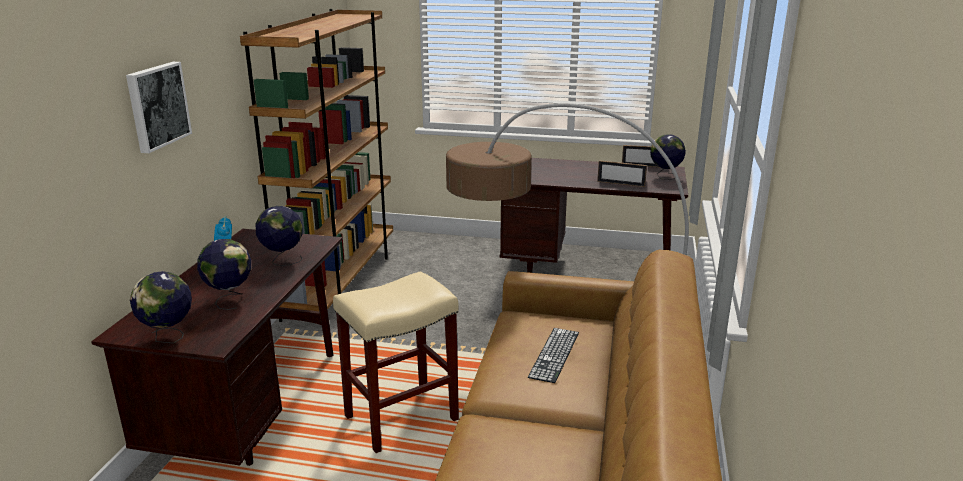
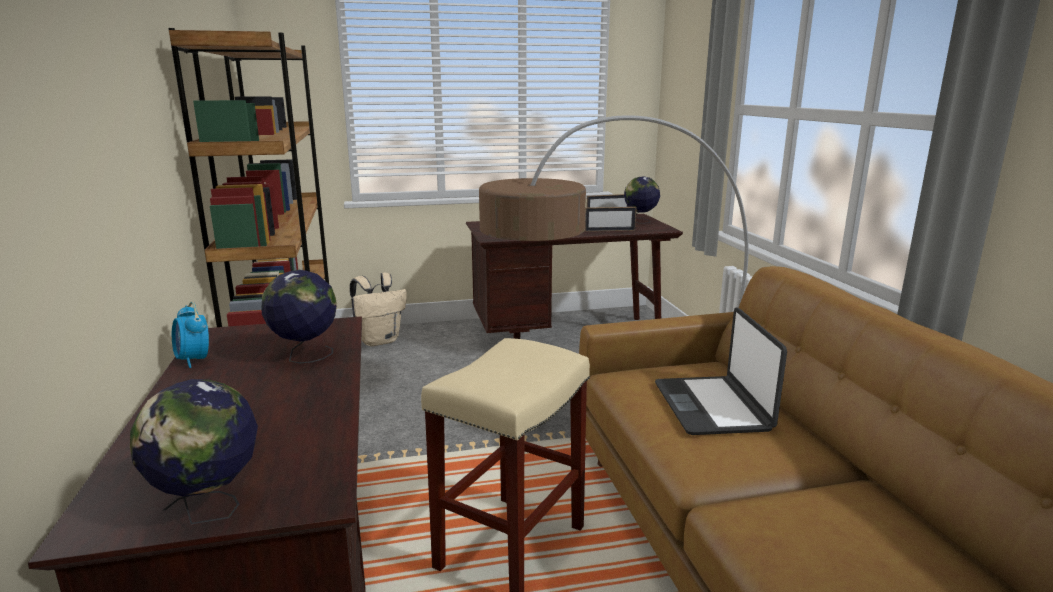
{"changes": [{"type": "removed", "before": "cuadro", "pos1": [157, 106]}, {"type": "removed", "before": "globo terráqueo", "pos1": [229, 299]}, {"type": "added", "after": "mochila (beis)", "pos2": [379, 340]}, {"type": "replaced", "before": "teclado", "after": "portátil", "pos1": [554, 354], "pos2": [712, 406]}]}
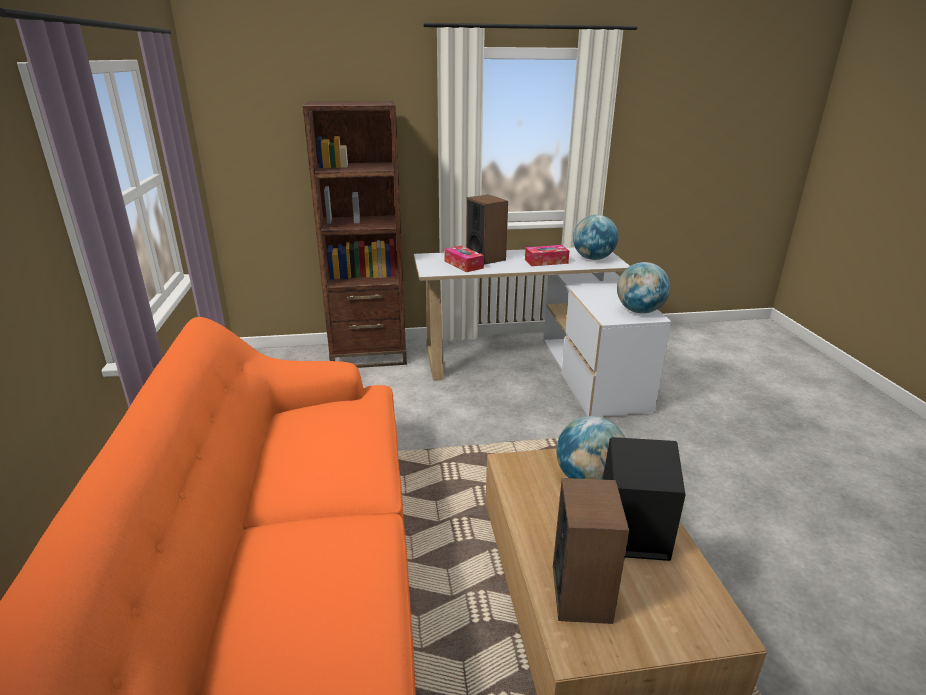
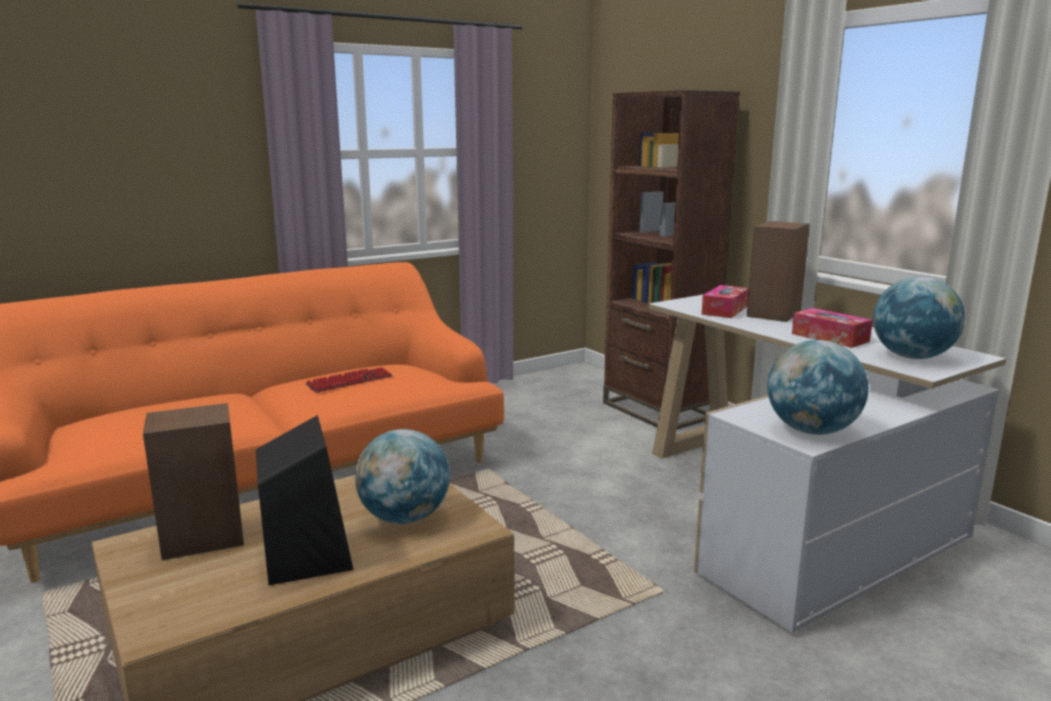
{"changes": [{"type": "added", "after": "teclado", "pos2": [350, 381]}]}
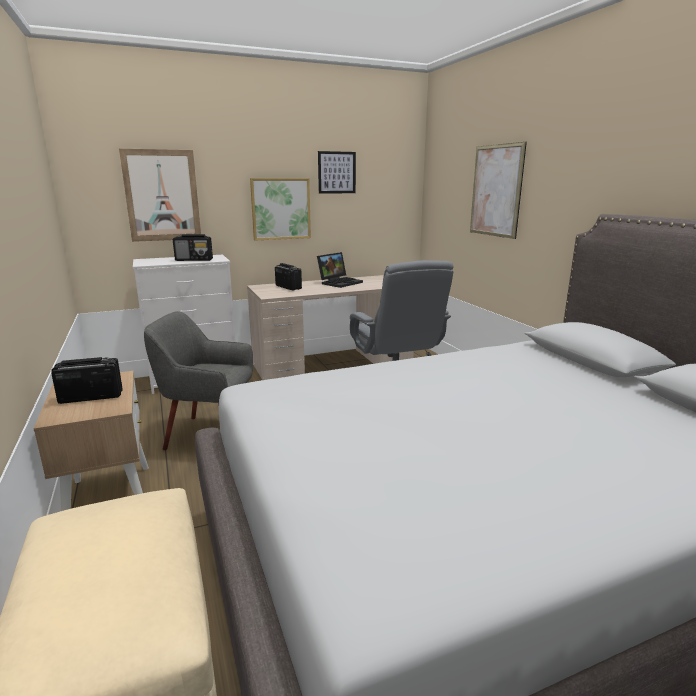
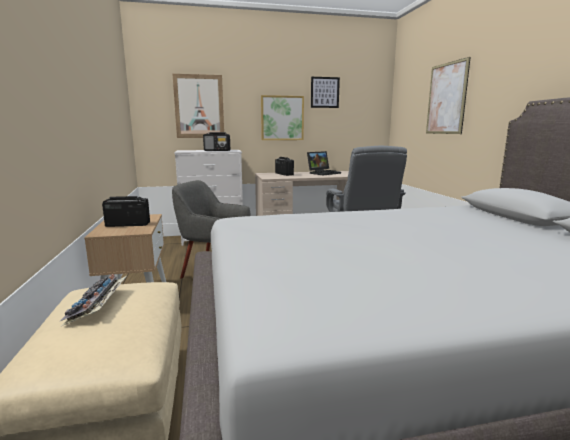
{"changes": [{"type": "added", "after": "teclado", "pos2": [98, 306]}]}
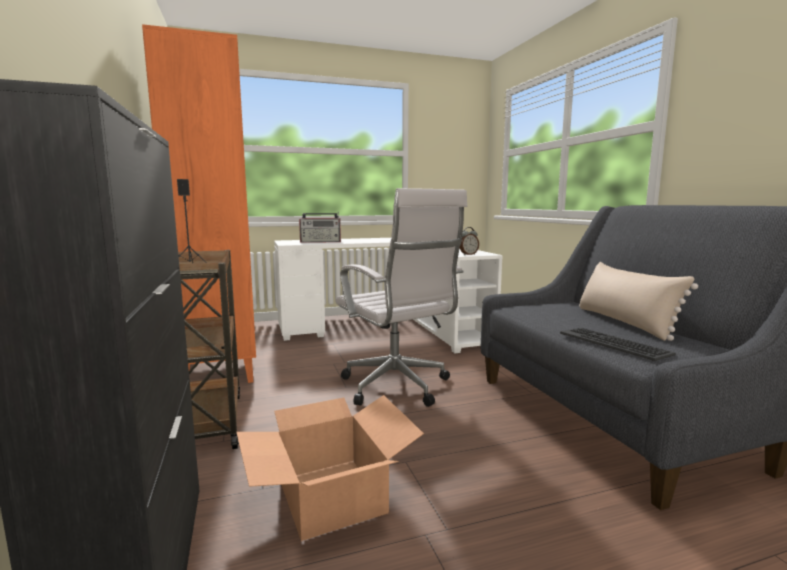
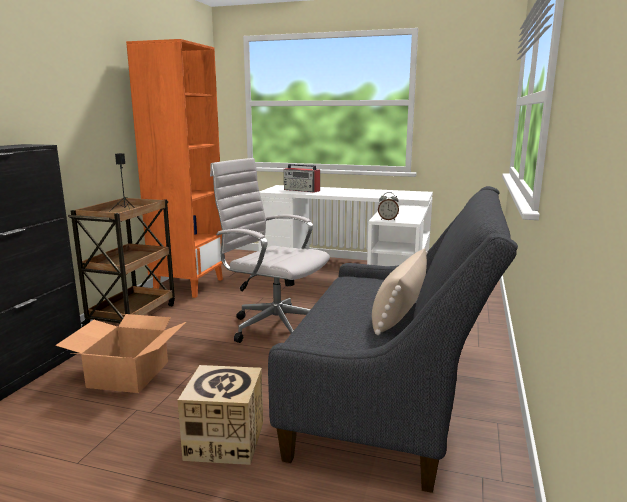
{"changes": [{"type": "removed", "before": "teclado", "pos1": [614, 344]}, {"type": "added", "after": "caja de cartón", "pos2": [225, 440]}, {"type": "turned", "before": "silla de oficina (blanco)", "pos1": [398, 387], "pos2": [273, 327], "turn": 120}]}
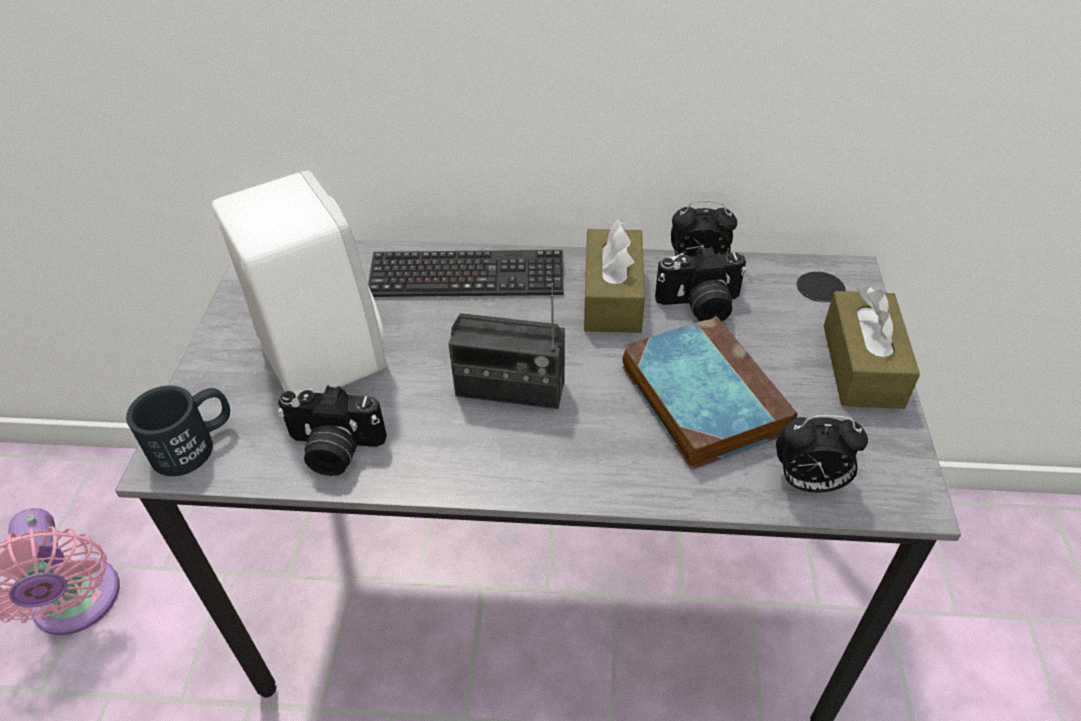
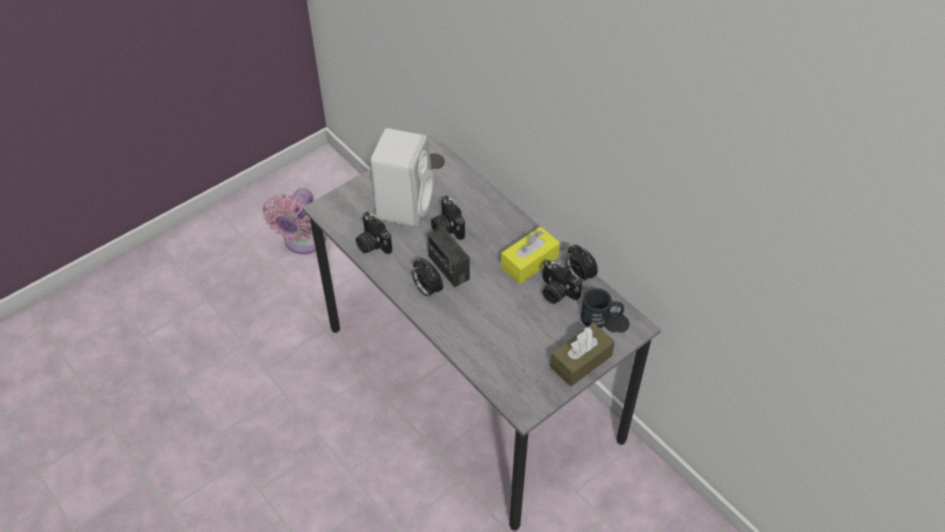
{"changes": [{"type": "removed", "before": "teclado", "pos1": [467, 277]}, {"type": "removed", "before": "libro", "pos1": [700, 396]}, {"type": "added", "after": "cámara", "pos2": [446, 227]}, {"type": "moved", "before": "taza grande (negro)", "pos1": [195, 444], "pos2": [601, 317]}, {"type": "moved", "before": "despertador", "pos1": [808, 482], "pos2": [427, 290]}, {"type": "recoloured", "before": "caja de pañuelos (marrón)", "after": "caja de pañuelos (amarillo)", "pos1": [612, 297], "pos2": [529, 262]}]}
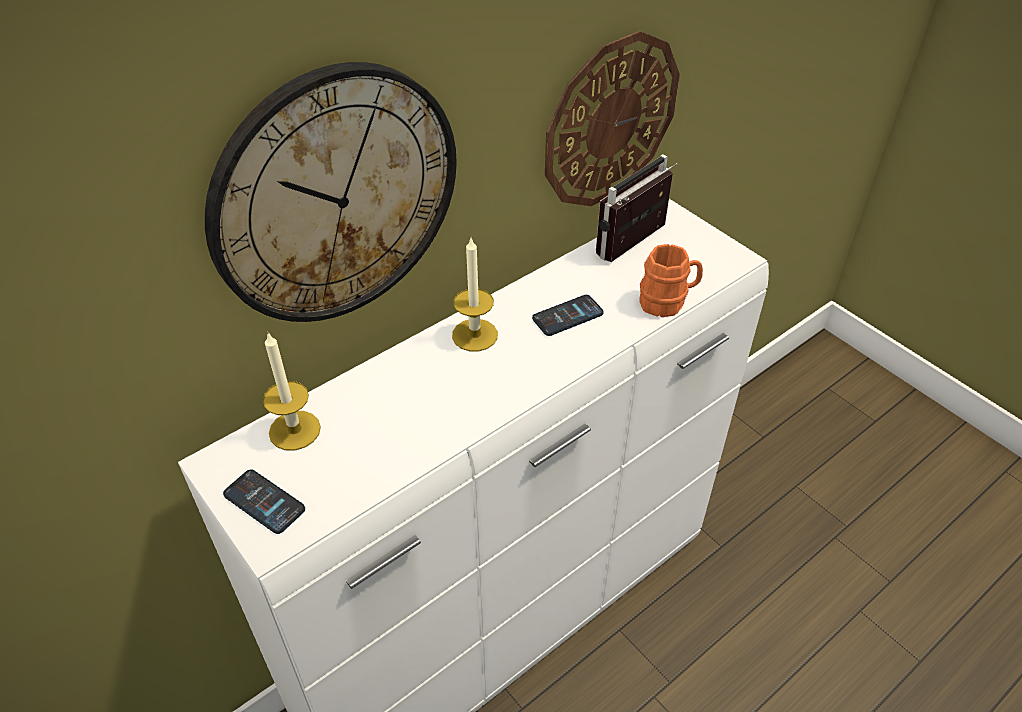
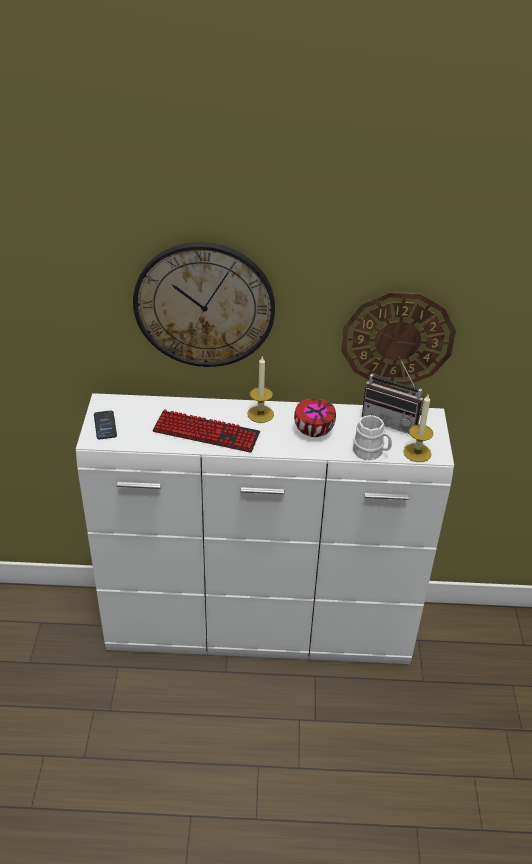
{"changes": [{"type": "added", "after": "teclado", "pos2": [206, 433]}, {"type": "moved", "before": "vela", "pos1": [294, 430], "pos2": [417, 452]}, {"type": "replaced", "before": "móvil", "after": "cuenco", "pos1": [567, 316], "pos2": [313, 431]}, {"type": "recoloured", "before": "taza grande (naranja)", "after": "taza grande (blanco)", "pos1": [668, 301], "pos2": [371, 452]}, {"type": "turned", "before": "radio", "pos1": [638, 246], "pos2": [392, 420], "turn": -150}]}
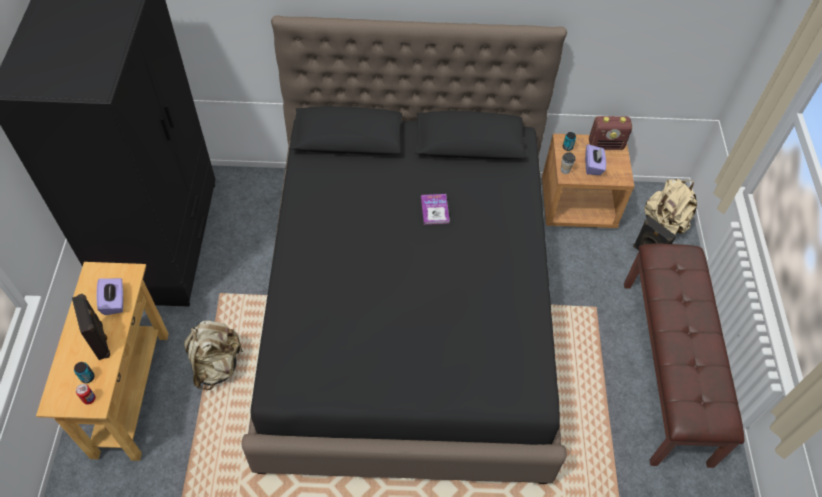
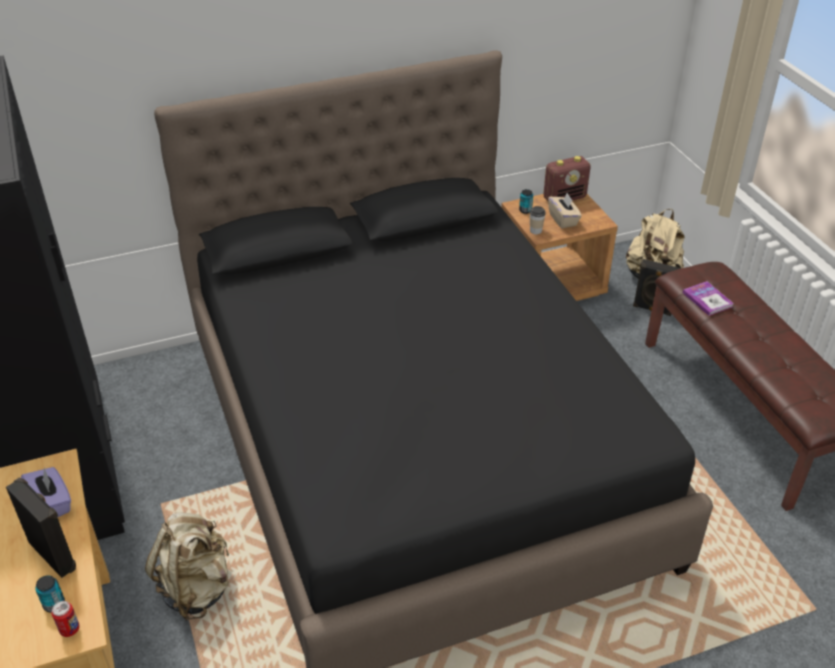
{"changes": [{"type": "moved", "before": "libro", "pos1": [434, 210], "pos2": [707, 299]}, {"type": "recoloured", "before": "caja de pañuelos (morado)", "after": "caja de pañuelos (beis)", "pos1": [593, 166], "pos2": [563, 220]}]}
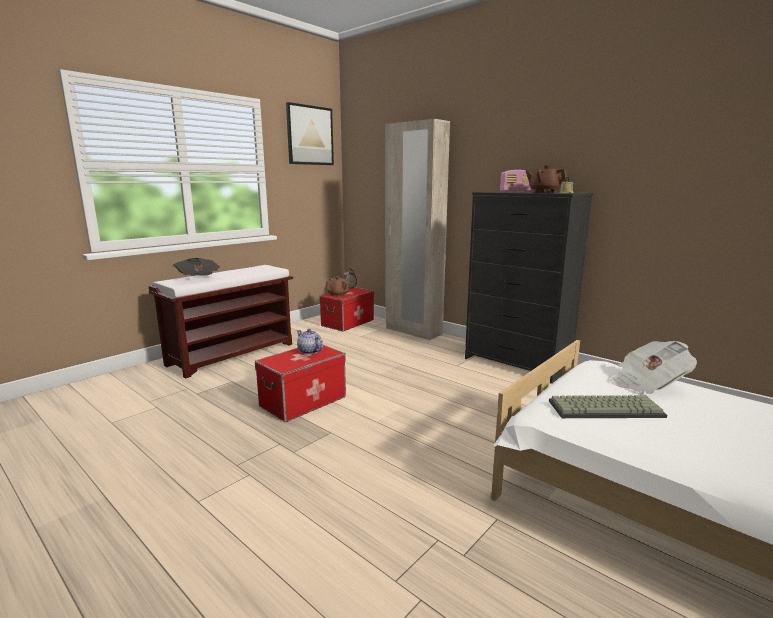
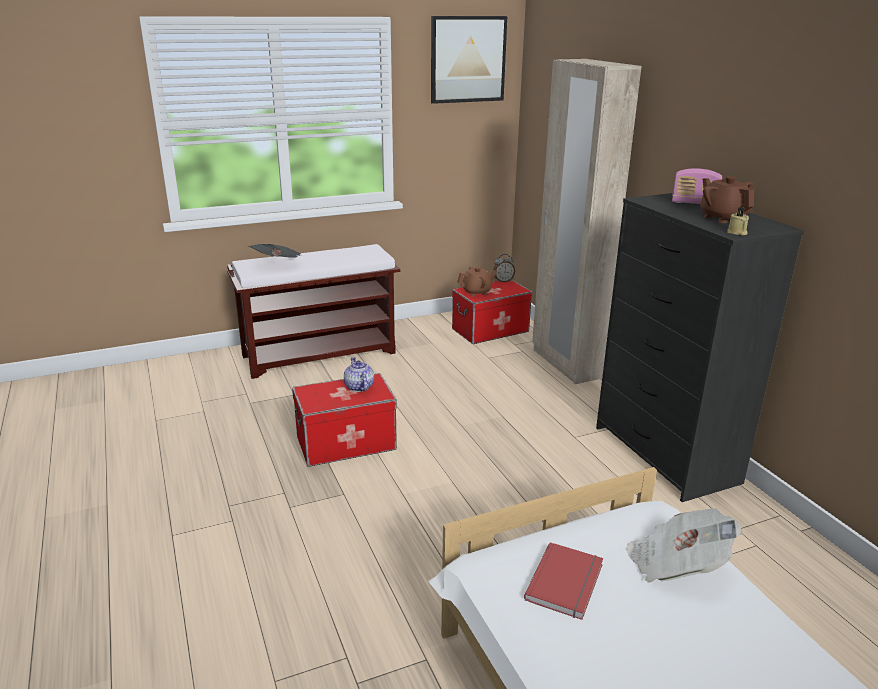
{"changes": [{"type": "replaced", "before": "teclado", "after": "libro (rojo)", "pos1": [605, 408], "pos2": [567, 582]}]}
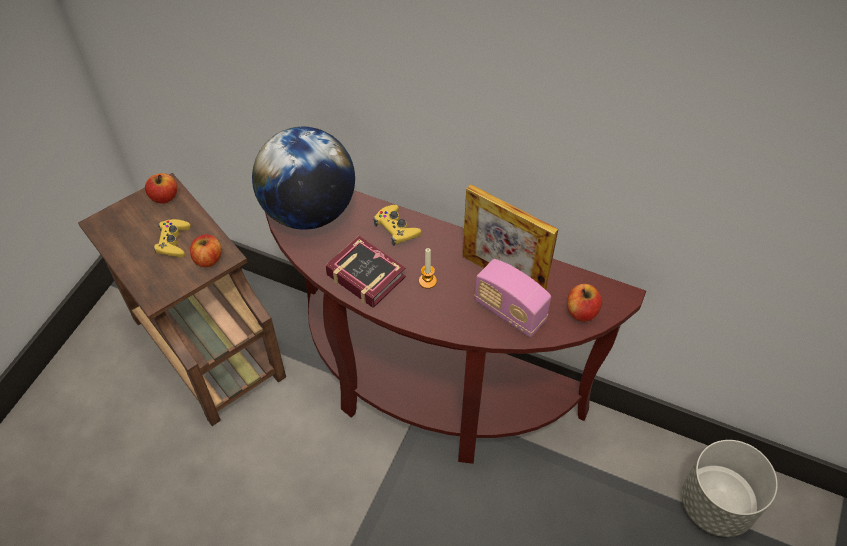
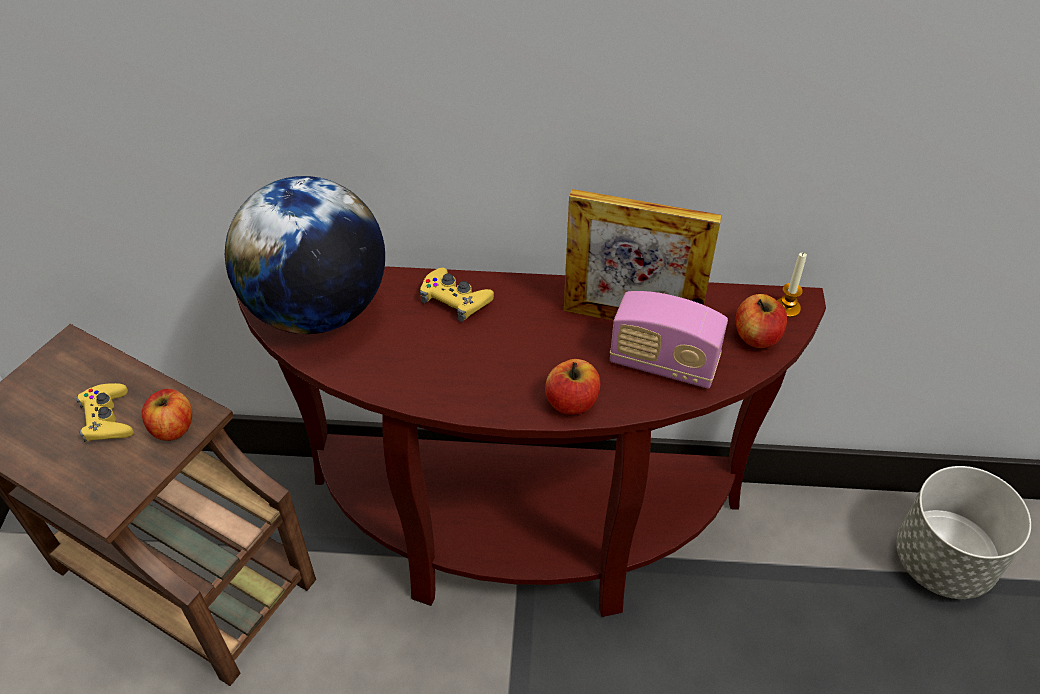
{"changes": [{"type": "removed", "before": "libro", "pos1": [365, 273]}, {"type": "moved", "before": "manzana", "pos1": [164, 197], "pos2": [572, 402]}, {"type": "moved", "before": "vela", "pos1": [427, 281], "pos2": [787, 308]}]}
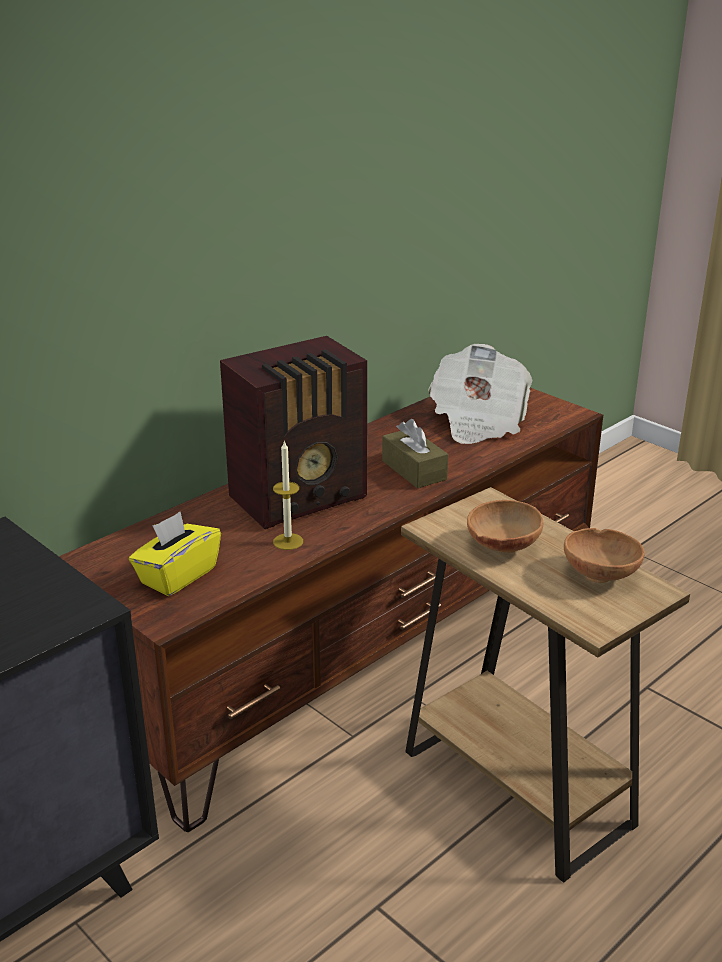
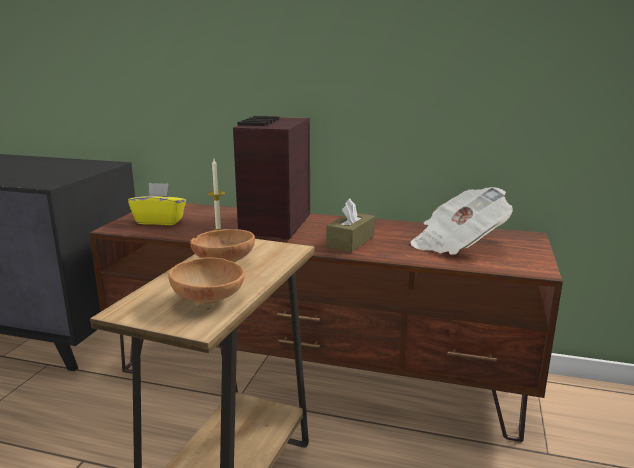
{"changes": [{"type": "turned", "before": "radio", "pos1": [301, 498], "pos2": [273, 225], "turn": 75}]}
